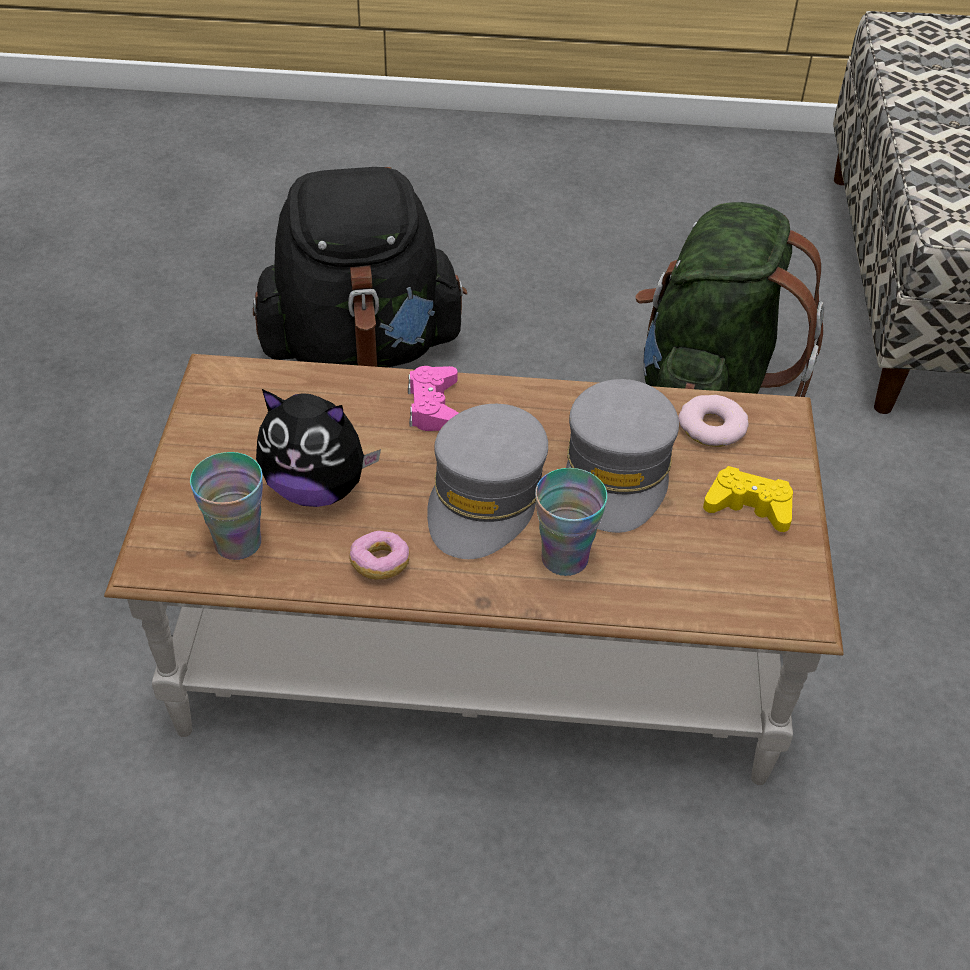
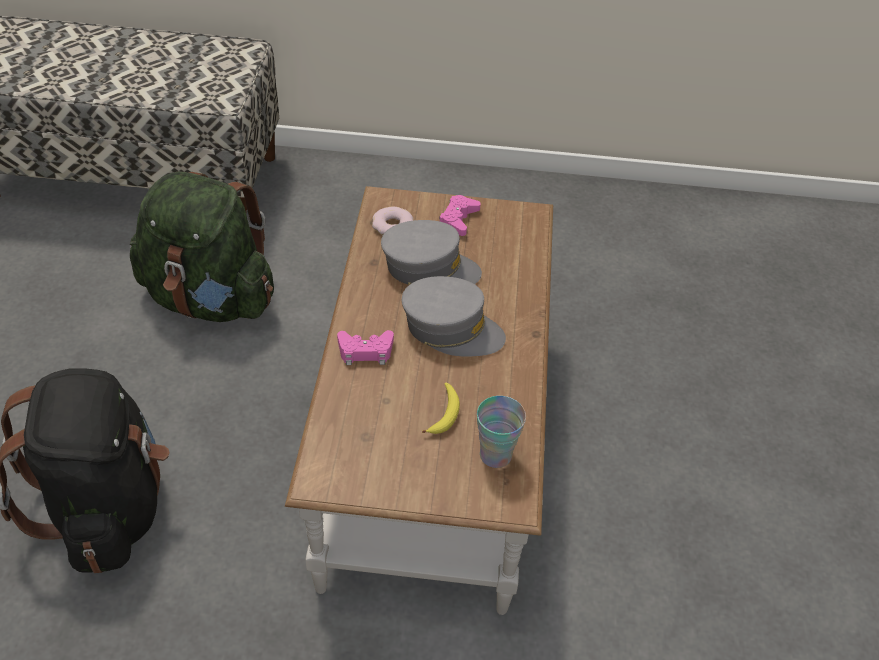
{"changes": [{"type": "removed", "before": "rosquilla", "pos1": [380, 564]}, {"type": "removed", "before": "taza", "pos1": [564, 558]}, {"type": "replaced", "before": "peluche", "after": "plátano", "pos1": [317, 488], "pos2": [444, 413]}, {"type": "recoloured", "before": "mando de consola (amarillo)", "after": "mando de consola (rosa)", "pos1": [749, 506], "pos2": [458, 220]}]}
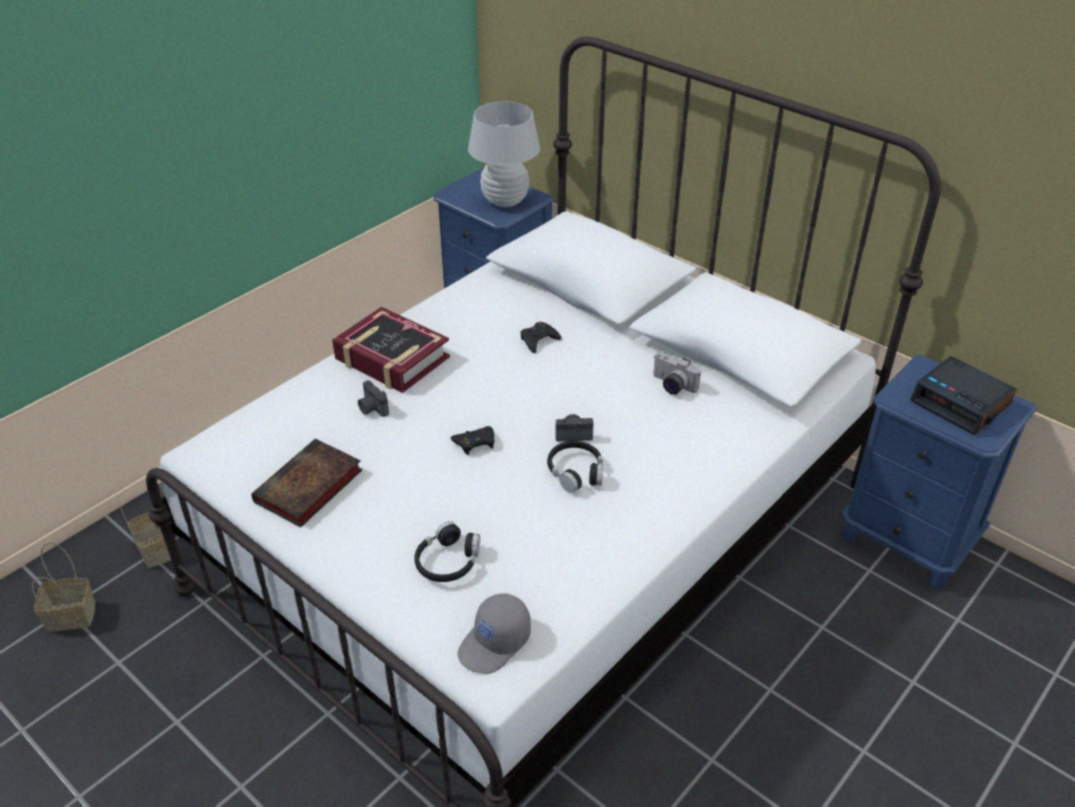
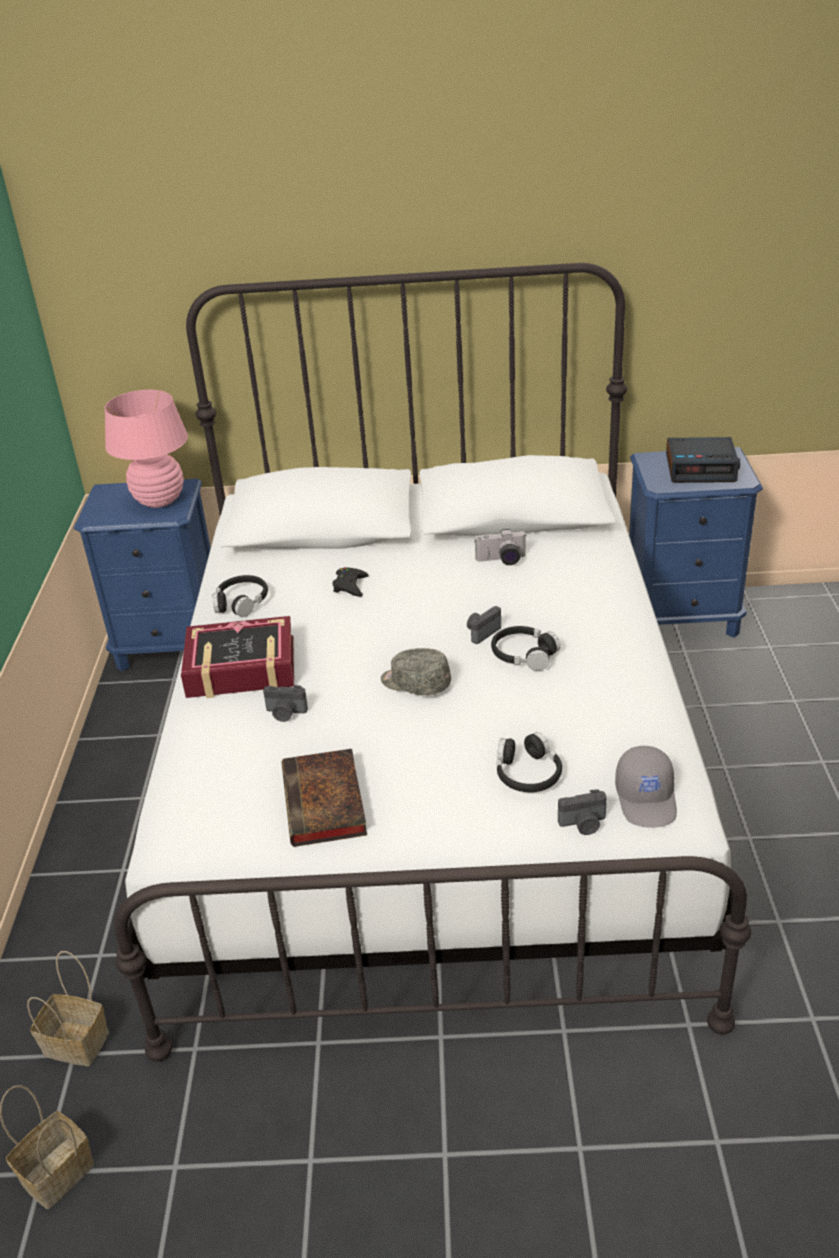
{"changes": [{"type": "added", "after": "auriculares (negro)", "pos2": [241, 602]}, {"type": "added", "after": "cámara", "pos2": [583, 824]}, {"type": "replaced", "before": "mando de consola (negro)", "after": "gorra (gris)", "pos1": [475, 443], "pos2": [415, 683]}, {"type": "recoloured", "before": "lámpara de mesa (blanco)", "after": "lámpara de mesa (rosa)", "pos1": [505, 201], "pos2": [159, 501]}]}
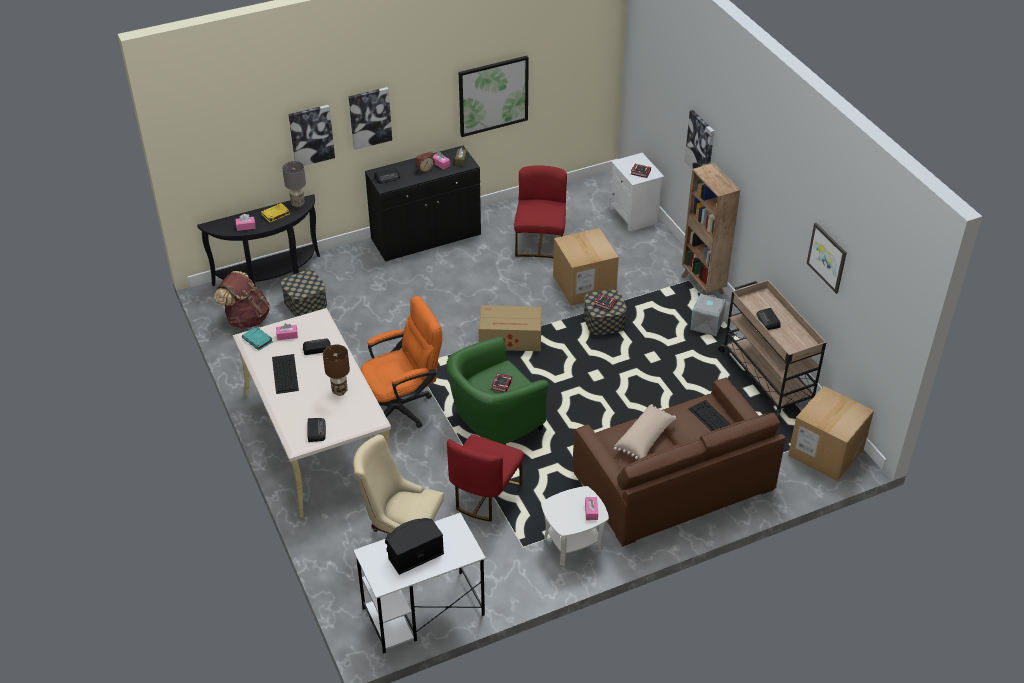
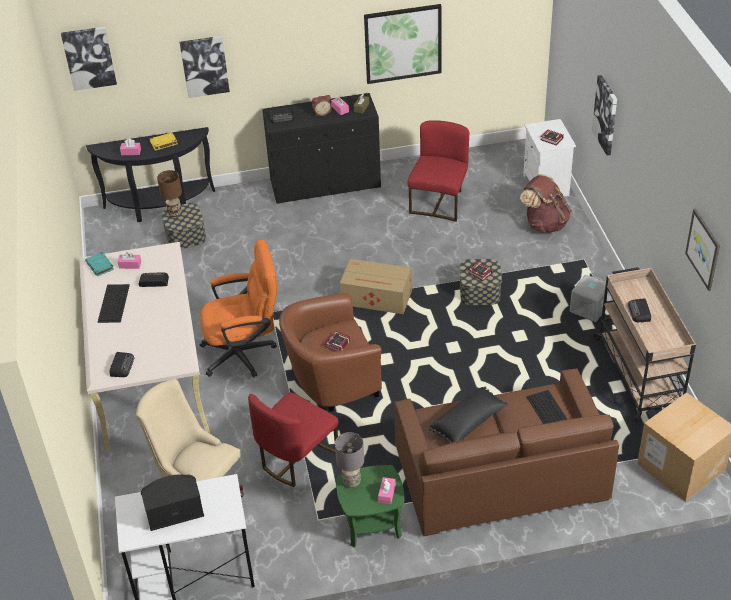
{"changes": [{"type": "removed", "before": "caja de cartón", "pos1": [584, 285]}, {"type": "removed", "before": "estantería (marrón)", "pos1": [702, 285]}, {"type": "moved", "before": "mochila (marrón)", "pos1": [246, 318], "pos2": [544, 224]}, {"type": "moved", "before": "lámpara de mesa (gris)", "pos1": [298, 203], "pos2": [351, 481]}, {"type": "moved", "before": "lámpara de mesa (marrón)", "pos1": [340, 391], "pos2": [175, 213]}, {"type": "moved", "before": "cuadro", "pos1": [370, 117], "pos2": [89, 58]}, {"type": "recoloured", "before": "sillón (verde)", "after": "sillón (marrón)", "pos1": [493, 422], "pos2": [331, 382]}, {"type": "recoloured", "before": "mesa auxiliar (blanco)", "after": "mesa auxiliar (verde)", "pos1": [573, 544], "pos2": [371, 525]}, {"type": "recoloured", "before": "cojín (beis)", "after": "cojín (negro)", "pos1": [645, 439], "pos2": [469, 423]}]}
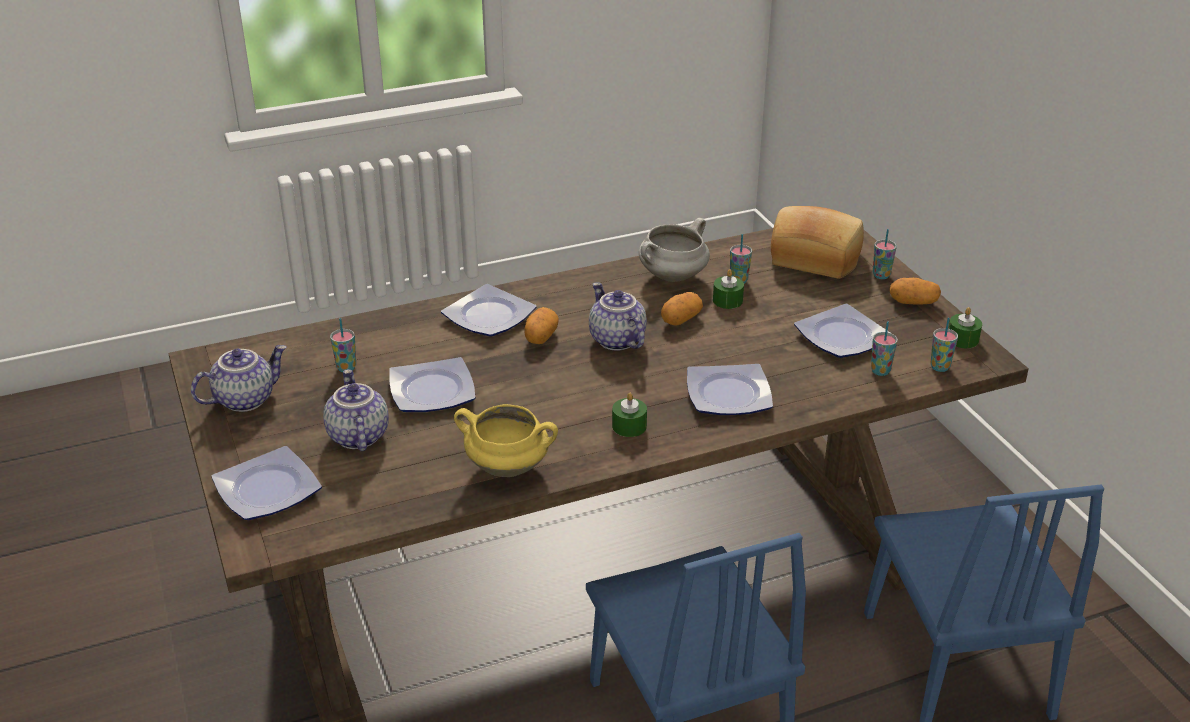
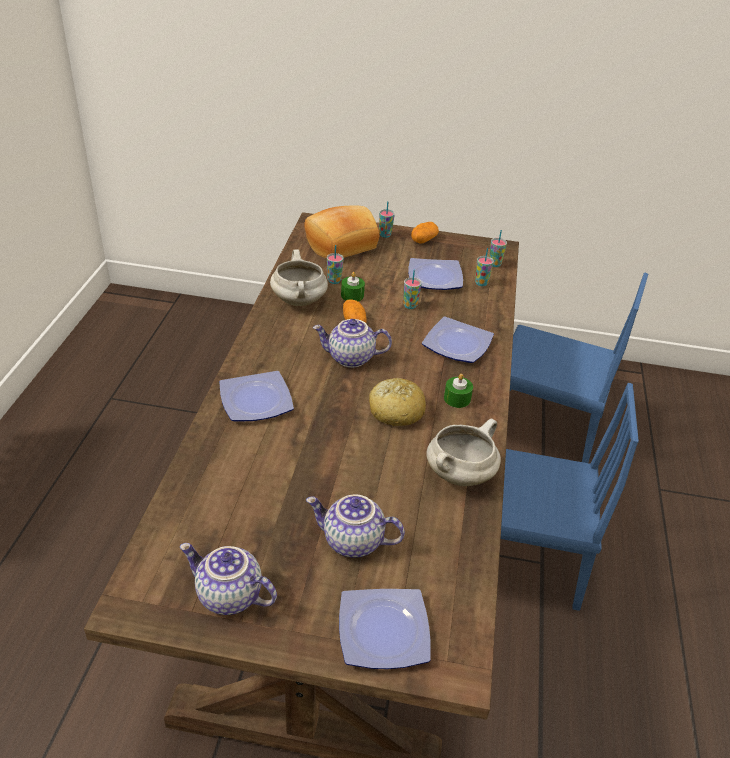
{"changes": [{"type": "removed", "before": "plato", "pos1": [431, 392]}, {"type": "removed", "before": "patata", "pos1": [541, 337]}, {"type": "removed", "before": "vela (verde)", "pos1": [962, 339]}, {"type": "added", "after": "pan", "pos2": [395, 410]}, {"type": "moved", "before": "taza", "pos1": [346, 368], "pos2": [410, 306]}, {"type": "recoloured", "before": "olla (amarillo)", "after": "olla (blanco)", "pos1": [509, 467], "pos2": [460, 474]}, {"type": "turned", "before": "tetera", "pos1": [245, 399], "pos2": [228, 596], "turn": -60}]}
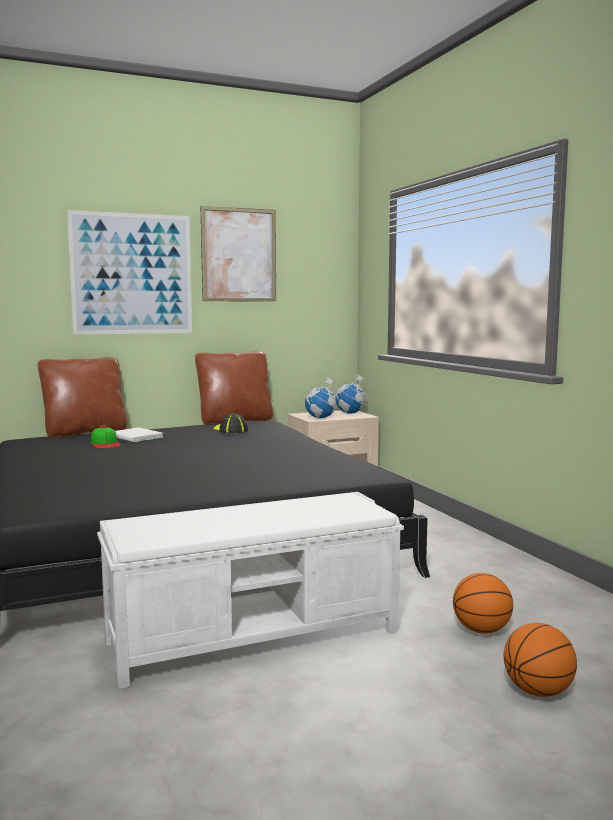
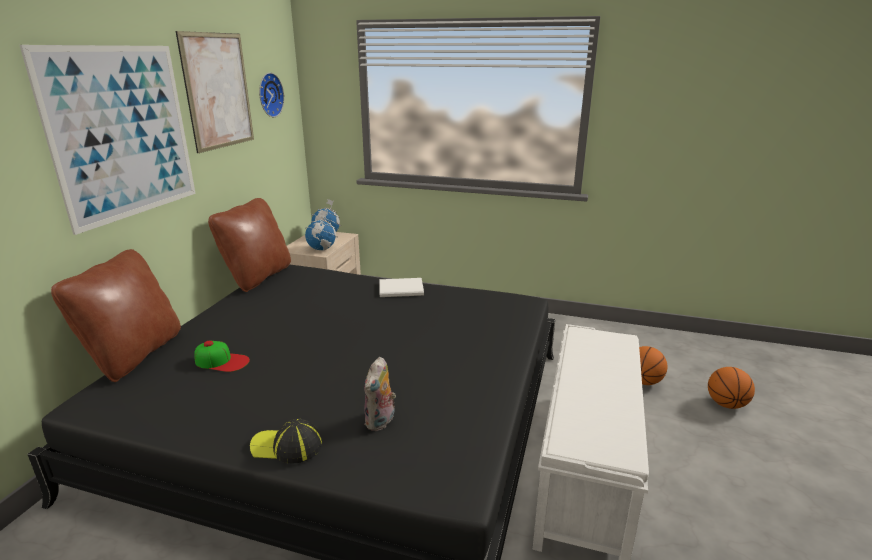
{"changes": [{"type": "added", "after": "reloj de pared", "pos2": [268, 95]}, {"type": "added", "after": "peluche", "pos2": [381, 422]}, {"type": "moved", "before": "libro (blanco)", "pos1": [135, 437], "pos2": [402, 289]}, {"type": "moved", "before": "gorra", "pos1": [230, 430], "pos2": [287, 446]}]}
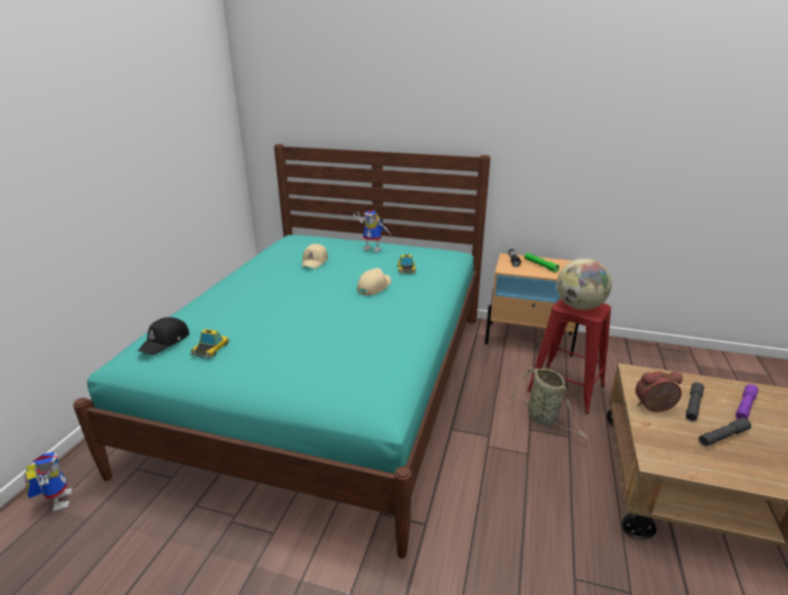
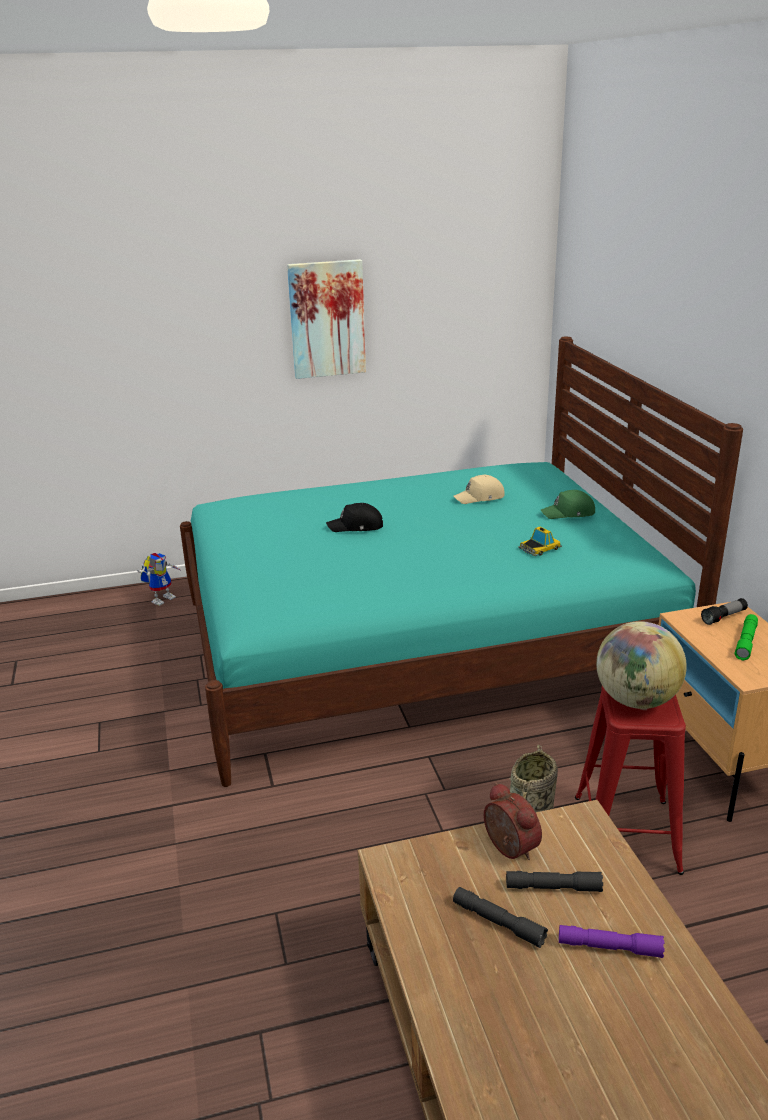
{"changes": [{"type": "removed", "before": "coche de juguete", "pos1": [210, 348]}, {"type": "removed", "before": "gorra (beis)", "pos1": [374, 287]}, {"type": "added", "after": "cuadro", "pos2": [327, 319]}, {"type": "moved", "before": "gorra (negro)", "pos1": [165, 342], "pos2": [356, 527]}, {"type": "replaced", "before": "robot de juguete", "after": "gorra (verde)", "pos1": [374, 249], "pos2": [568, 513]}]}
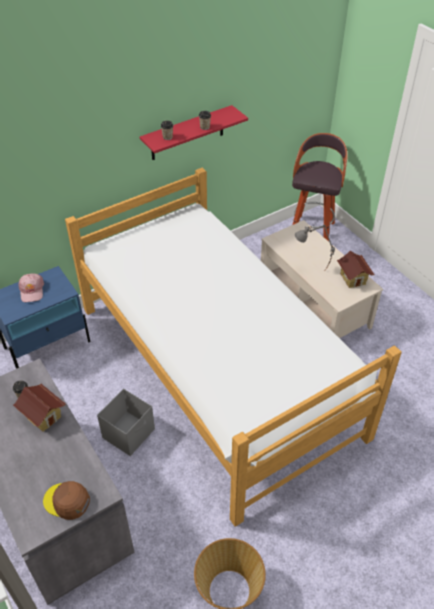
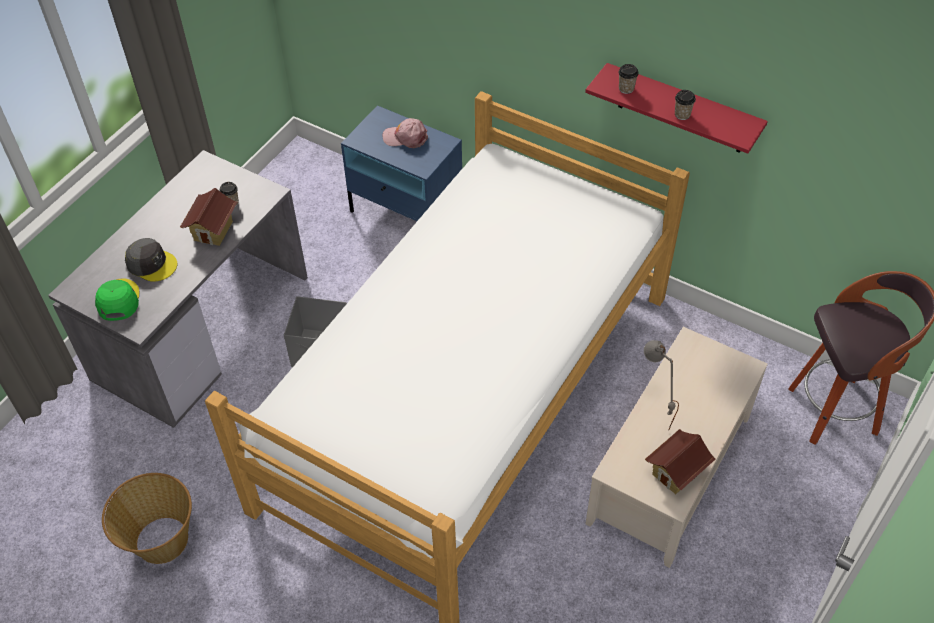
{"changes": [{"type": "added", "after": "gorra (gris)", "pos2": [151, 263]}, {"type": "recoloured", "before": "gorra (marrón)", "after": "gorra (verde)", "pos1": [67, 501], "pos2": [118, 300]}, {"type": "turned", "before": "gorra (rosa)", "pos1": [32, 290], "pos2": [405, 137], "turn": 45}]}
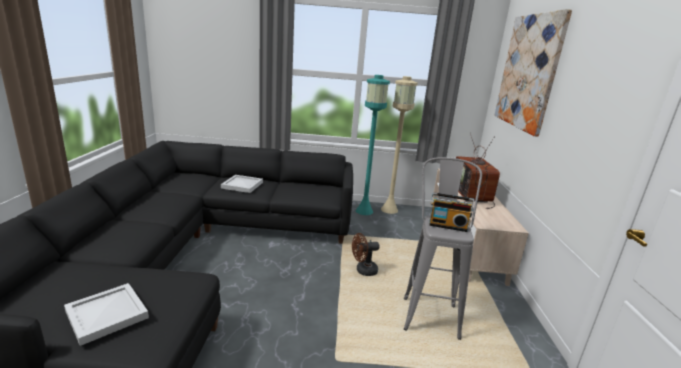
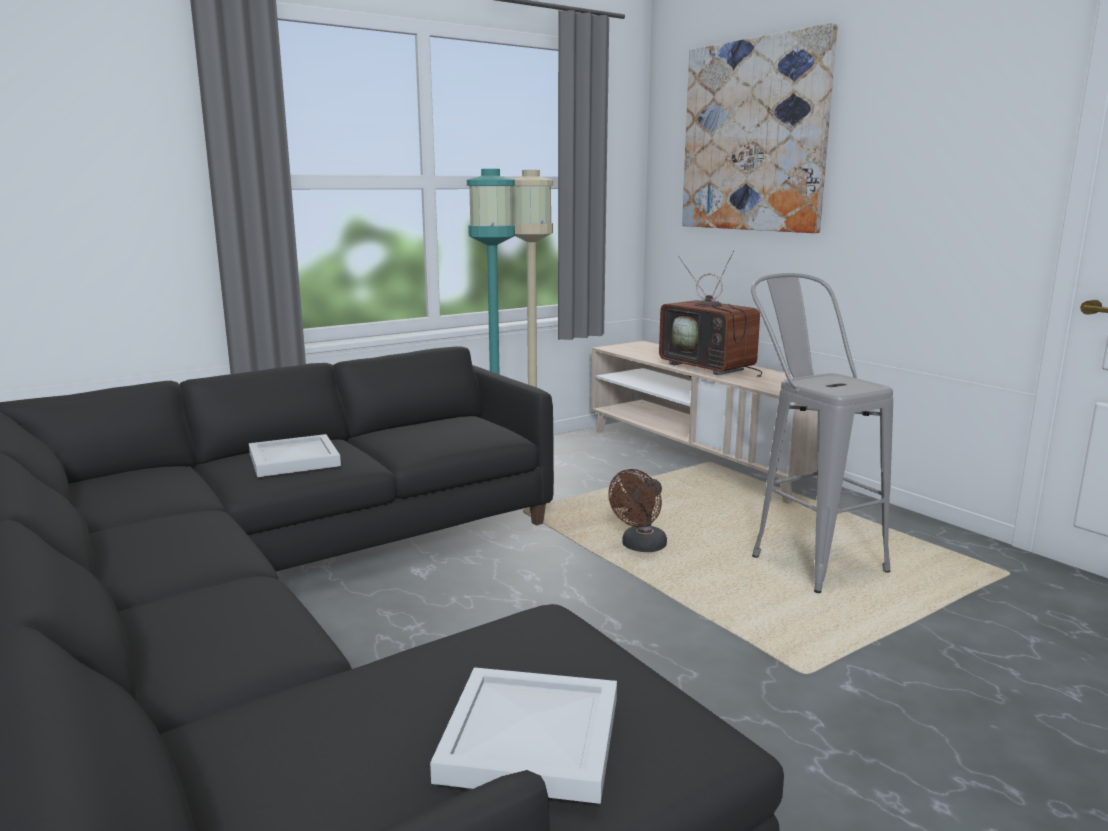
{"changes": [{"type": "removed", "before": "radio", "pos1": [447, 225]}]}
